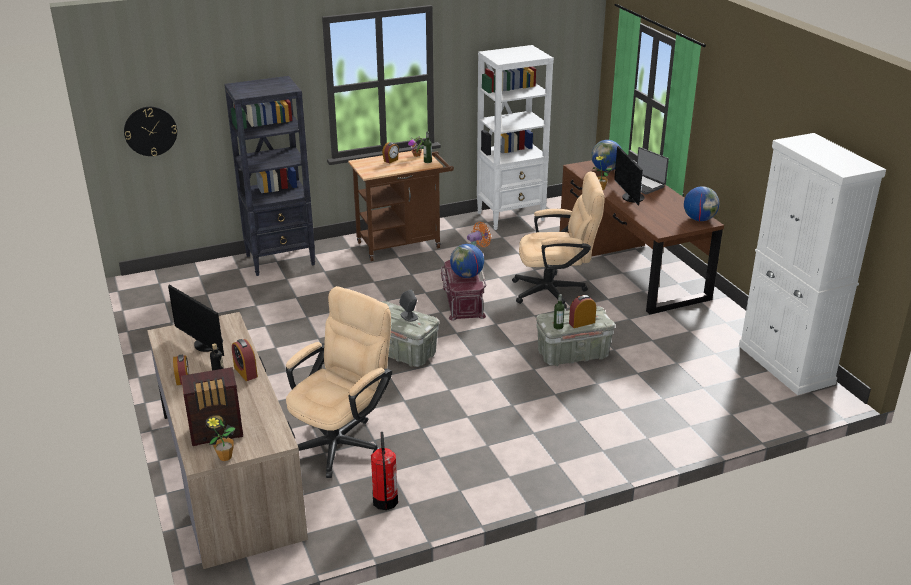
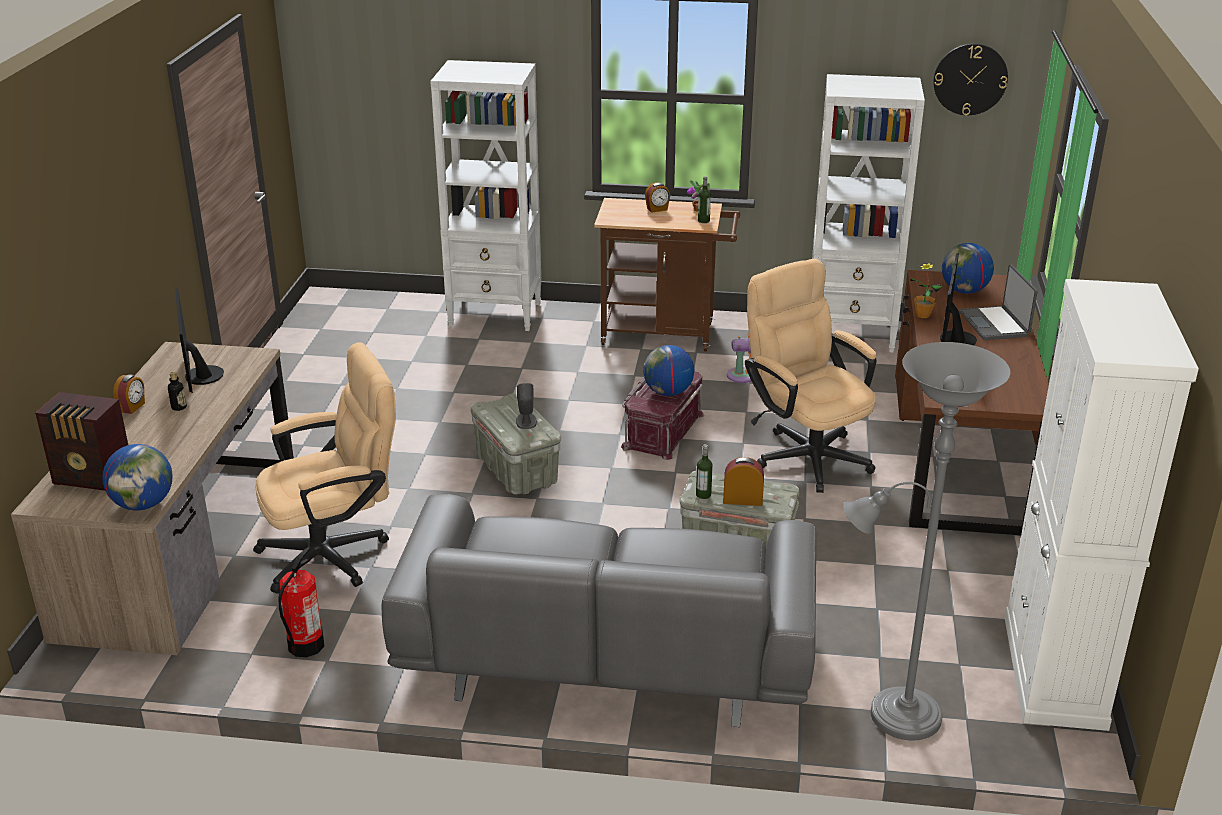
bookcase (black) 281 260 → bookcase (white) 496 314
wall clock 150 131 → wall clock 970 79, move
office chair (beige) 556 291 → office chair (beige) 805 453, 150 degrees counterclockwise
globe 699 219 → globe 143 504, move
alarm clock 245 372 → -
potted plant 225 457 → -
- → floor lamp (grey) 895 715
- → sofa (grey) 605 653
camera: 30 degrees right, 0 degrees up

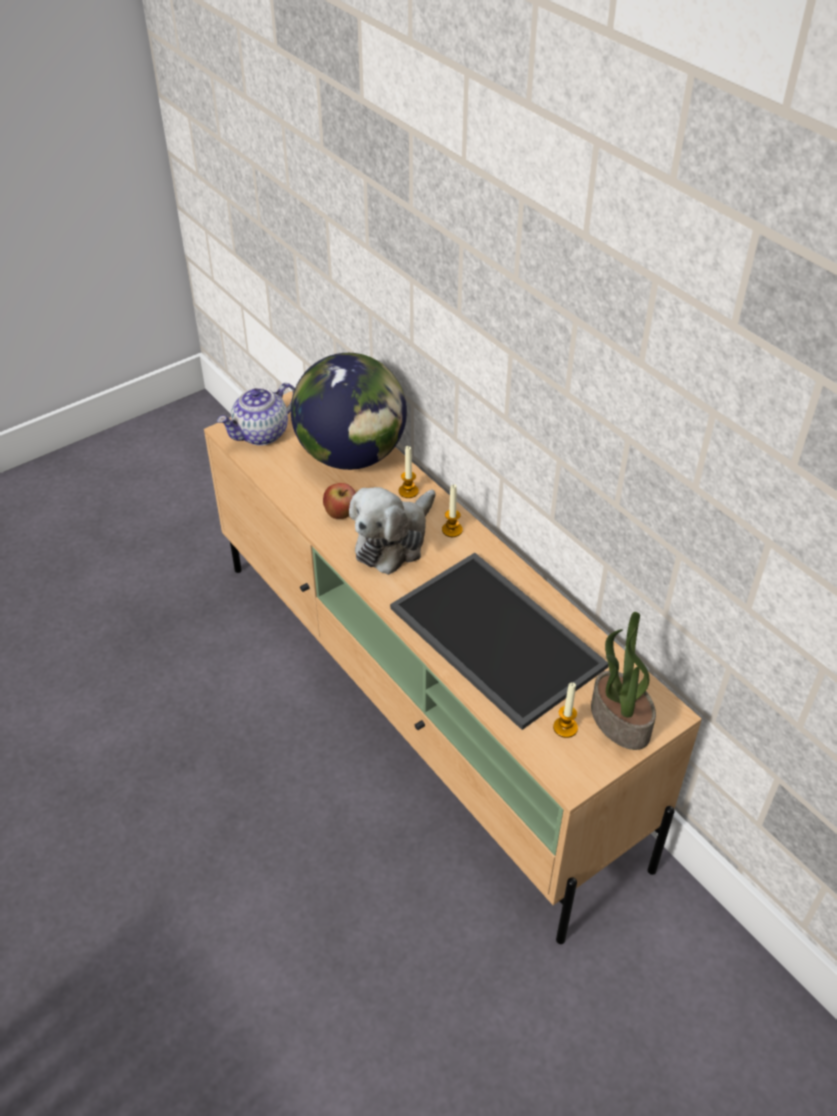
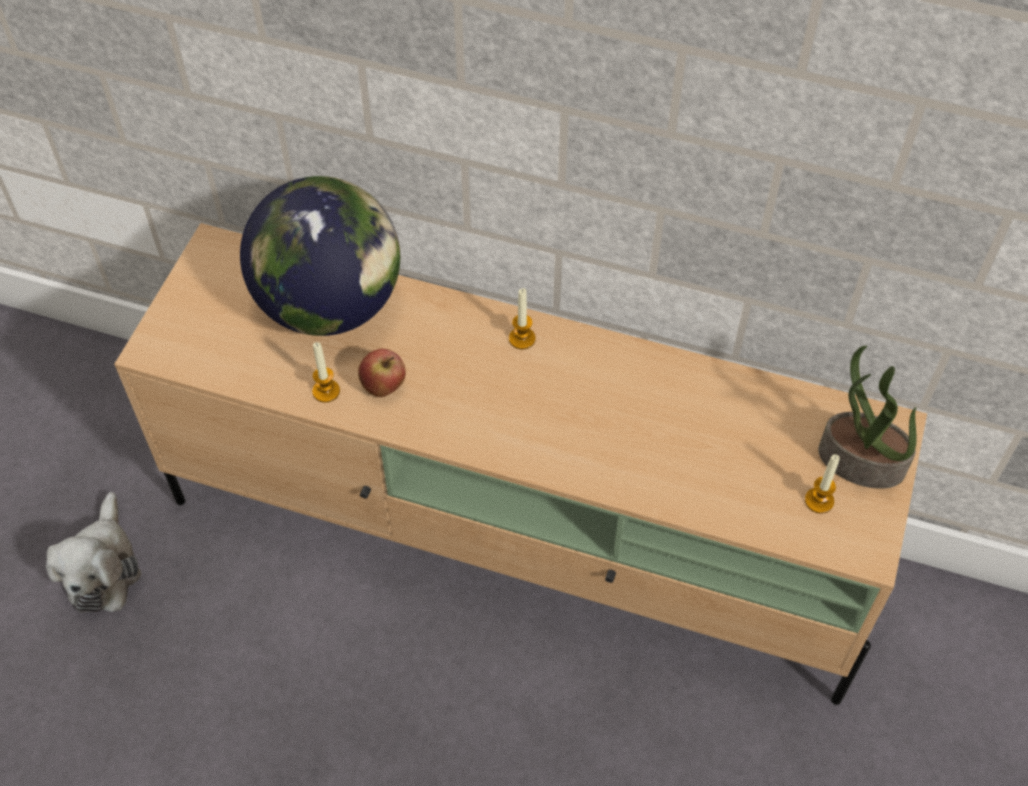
teapot 261 434 → -
candle 408 491 → candle 326 391, move
plush toy 393 540 → plush toy 102 568, move
tray 500 637 → -
camera: 35 degrees left, 10 degrees up

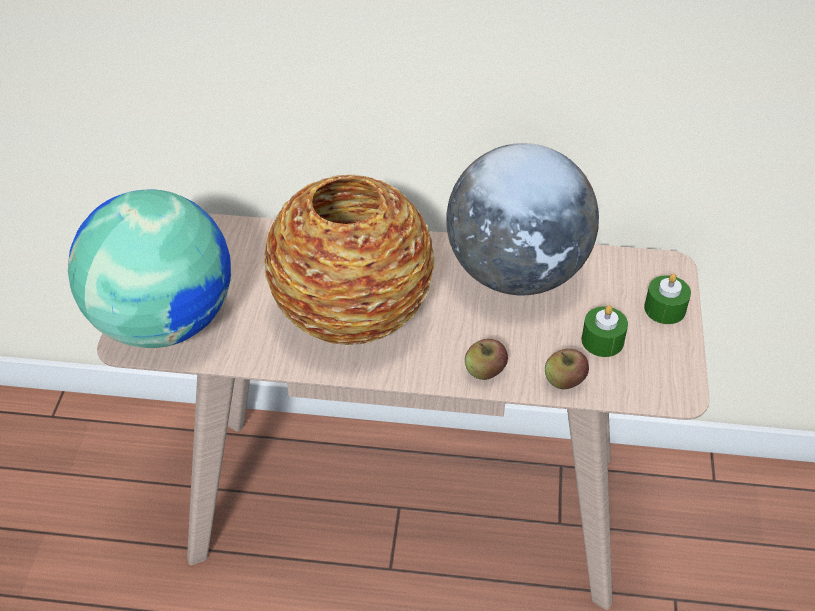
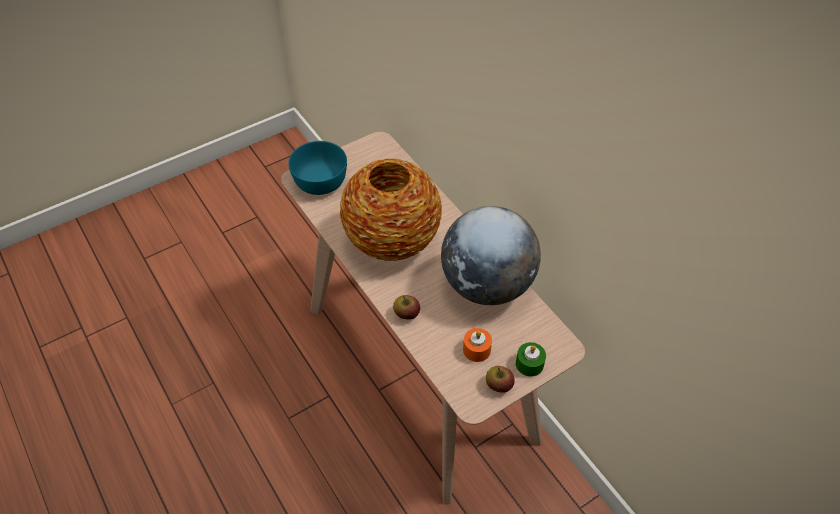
globe 163 321 → bowl (turquoise) 321 180
candle (green) 602 341 → candle (orange) 476 349
apple 564 381 → apple 498 385, move
camera: 50 degrees right, 5 degrees up

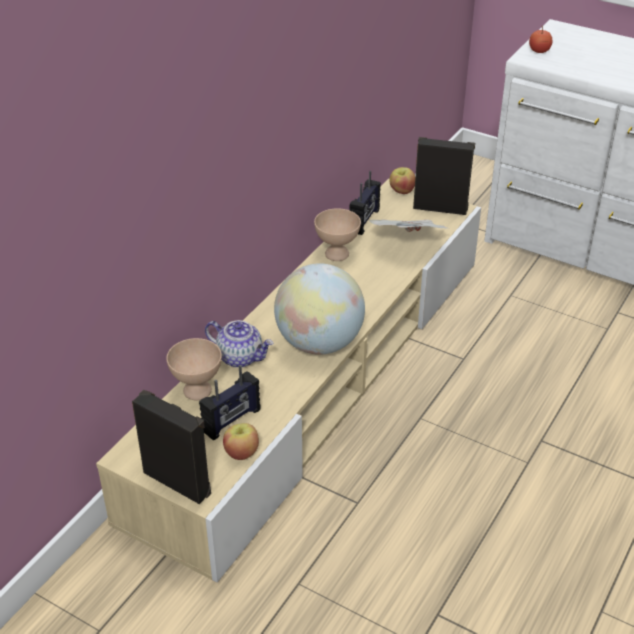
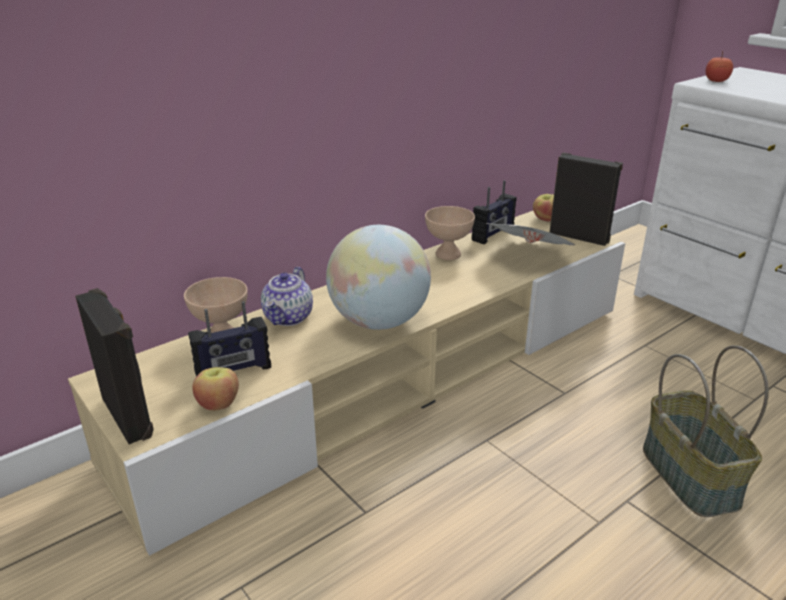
teapot 240 357 → teapot 289 317, 60 degrees clockwise
- → basket 691 476
camera: 20 degrees right, 10 degrees down

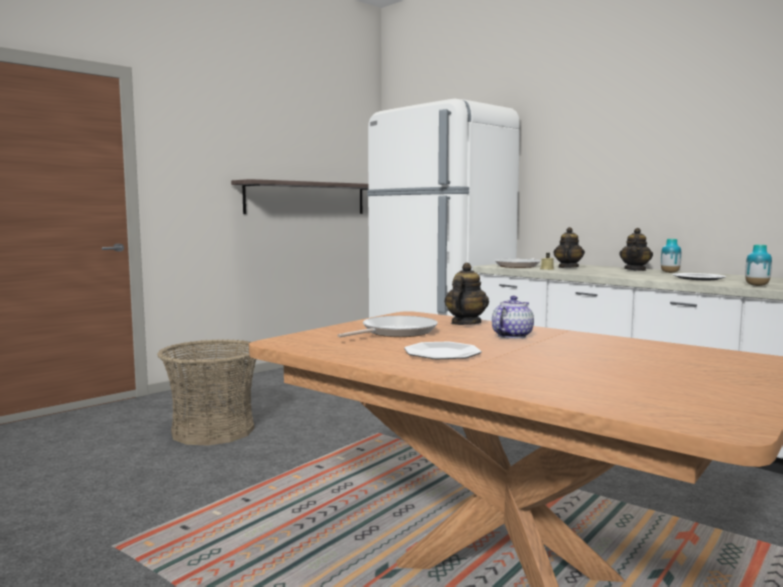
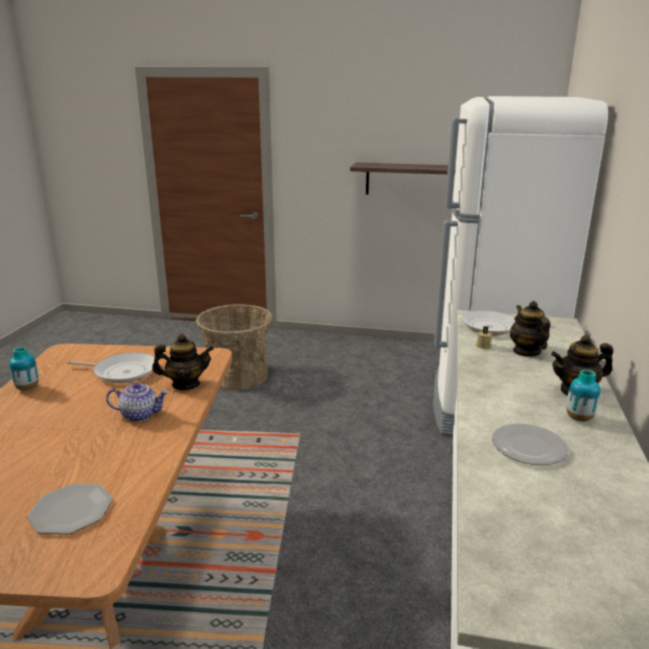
teapot 567 267 → teapot 526 351, 90 degrees counterclockwise
vase 757 285 → vase 27 388, move
plate 442 353 → plate 71 510, move
camera: 55 degrees right, 15 degrees up

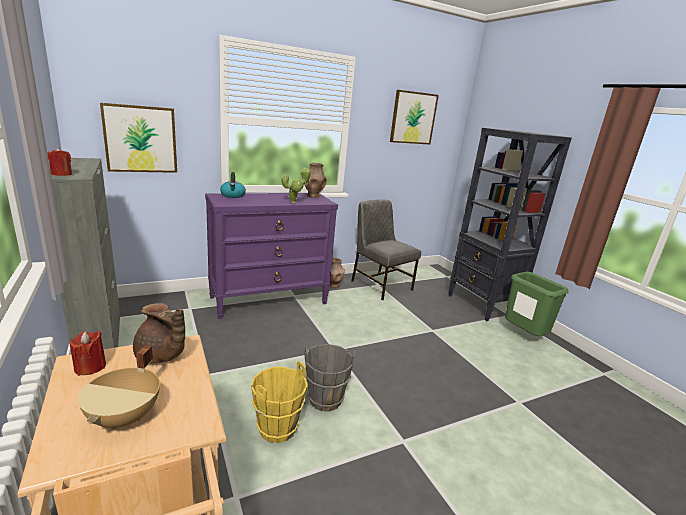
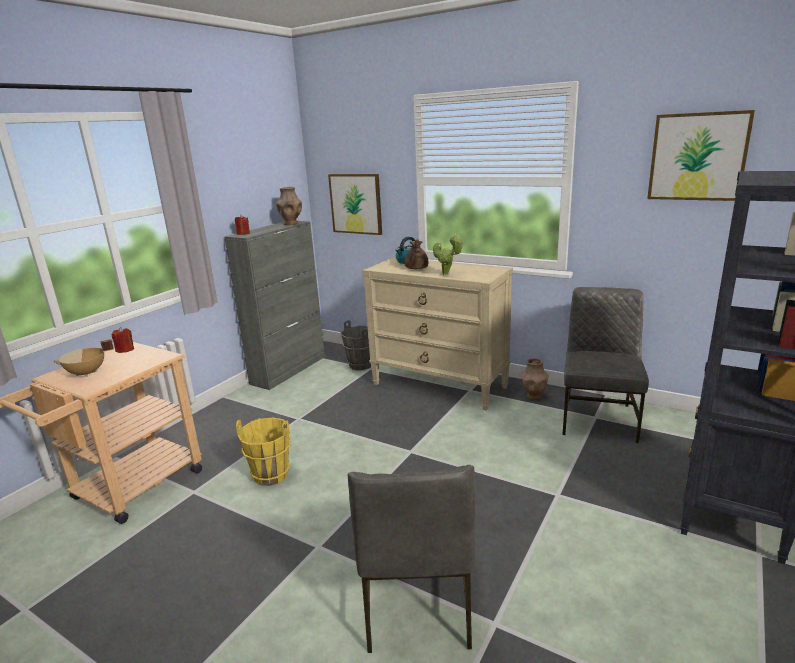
vase (brown) 313 196 → vase (brown) 291 224, move
dresser (purple) 269 300 → dresser (beige) 439 385
trash can (green) 522 336 → -
teapot (brown) 161 356 → teapot (brown) 416 268, move
bucket (grey) 325 399 → bucket (grey) 361 365, move
- → chair (grey) 416 602
camera: 60 degrees right, 0 degrees up

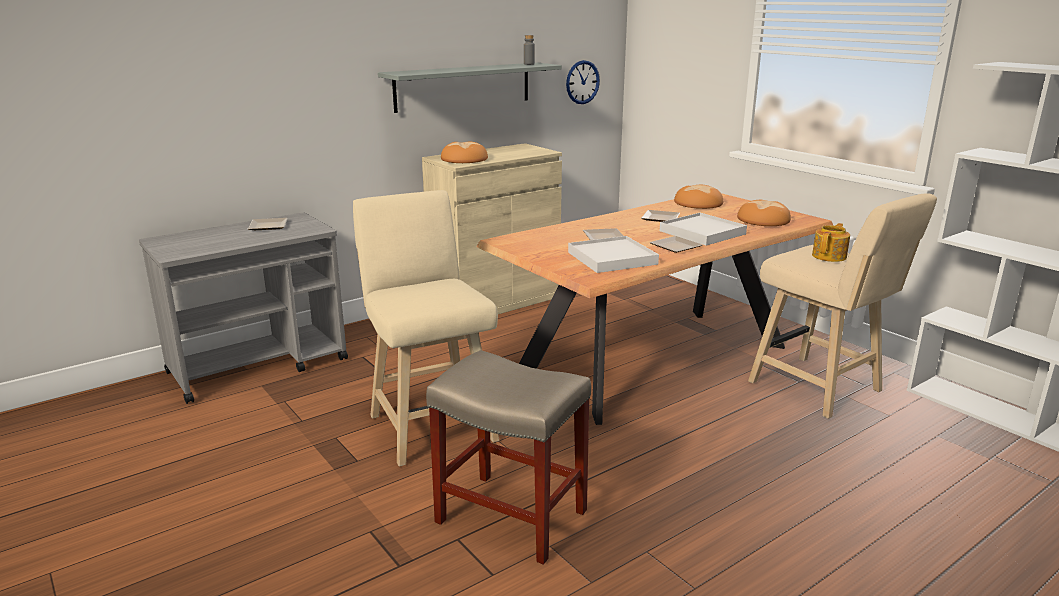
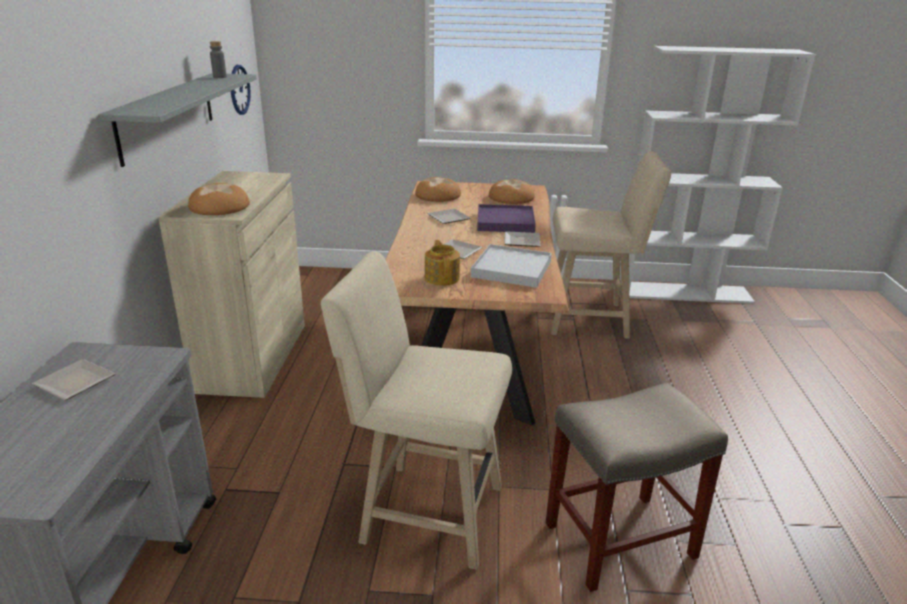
tray (white) 702 232 → tray (purple) 505 222
teapot 830 256 → teapot 442 278, move
camera: 50 degrees left, 5 degrees up

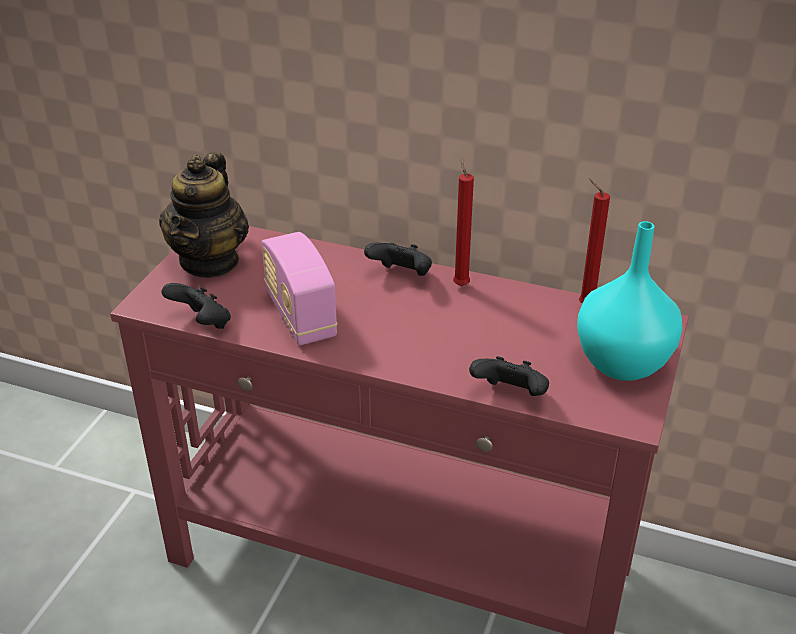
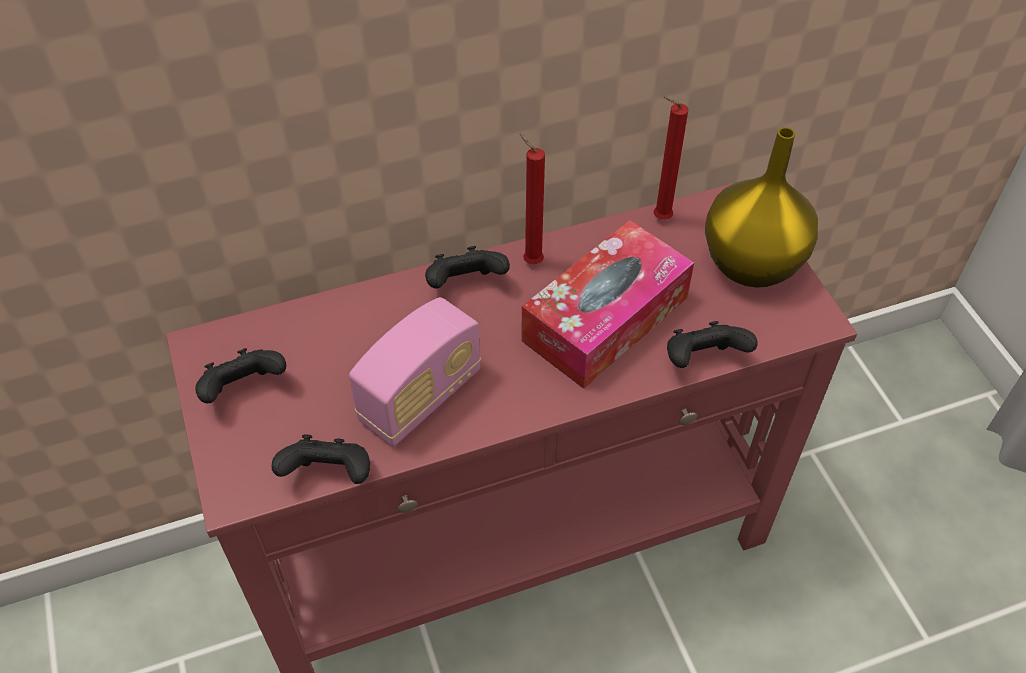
teapot 210 261 → game controller (black) 244 389
vase (turquoise) 621 364 → vase (yellow) 752 266
radio 300 316 → radio 420 397, 75 degrees counterclockwise
- → tissue box 605 319
camera: 40 degrees left, 15 degrees up

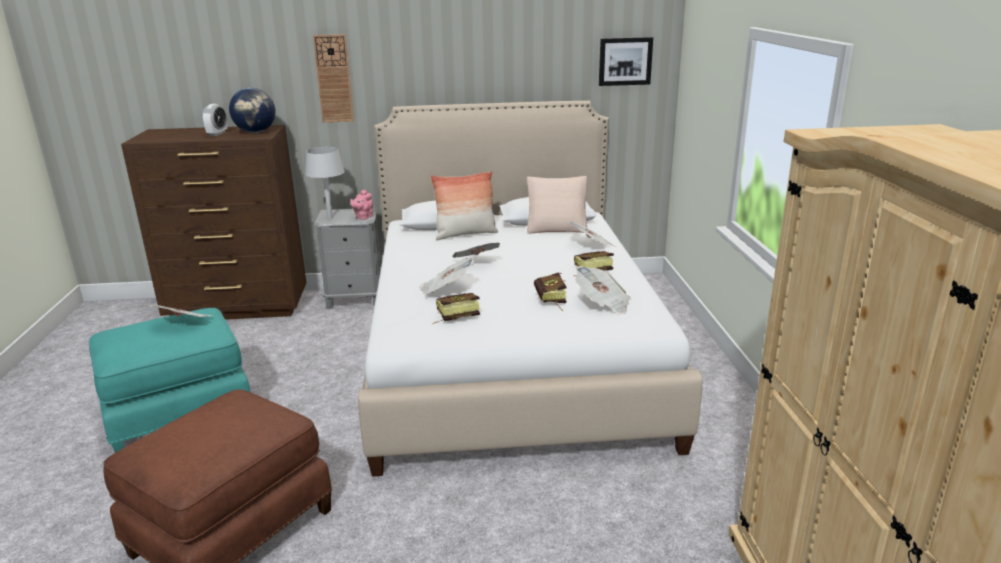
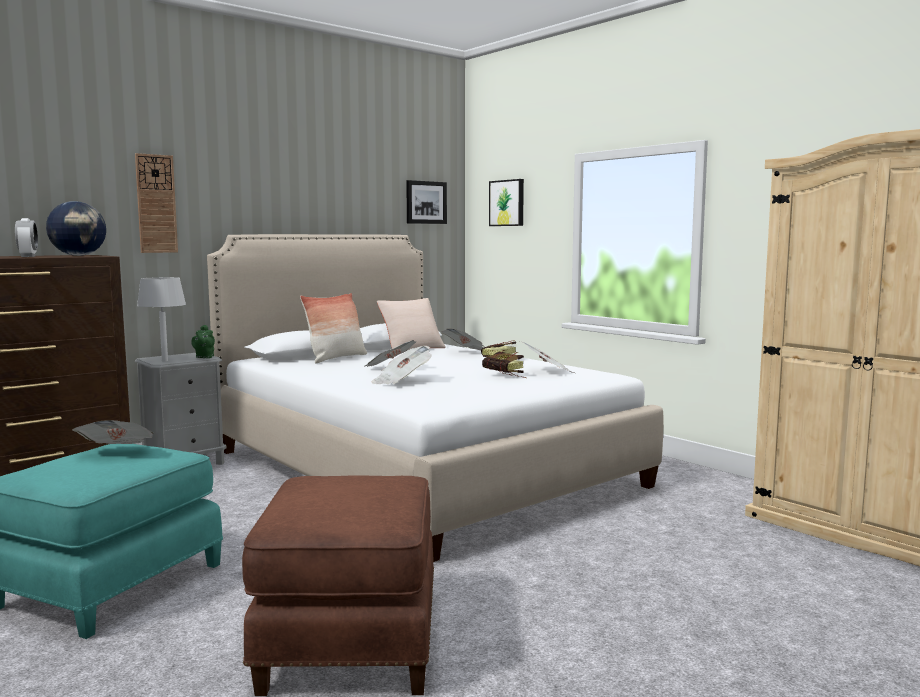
teapot (pink) 363 217 → teapot (green) 204 357
book 453 317 → -
- → picture 507 203
camera: 35 degrees left, 15 degrees down

